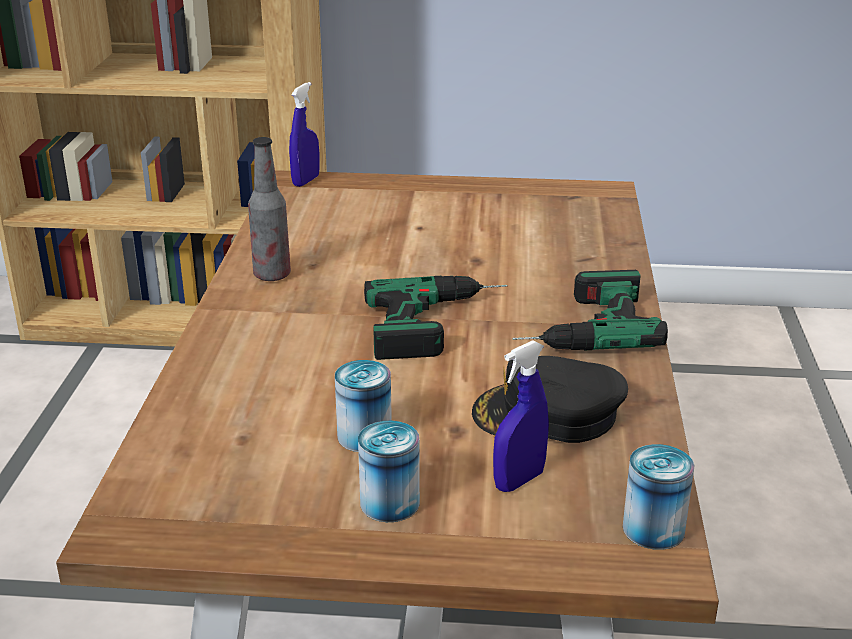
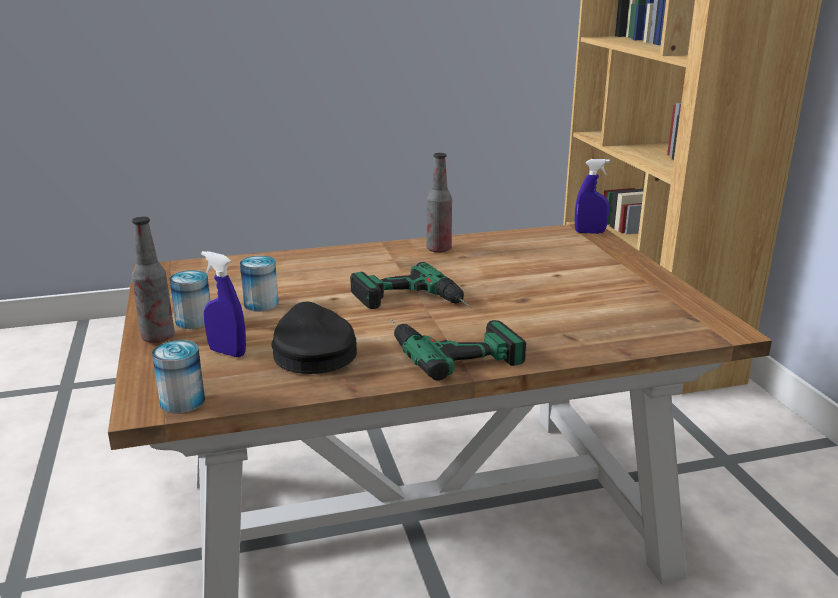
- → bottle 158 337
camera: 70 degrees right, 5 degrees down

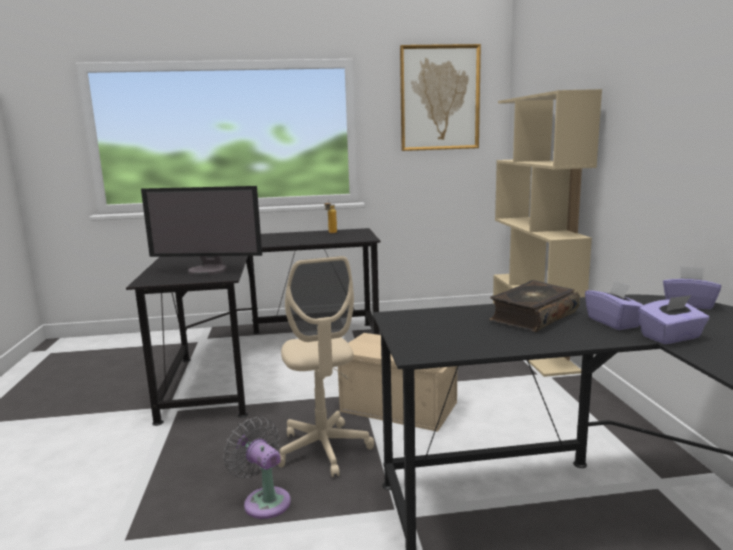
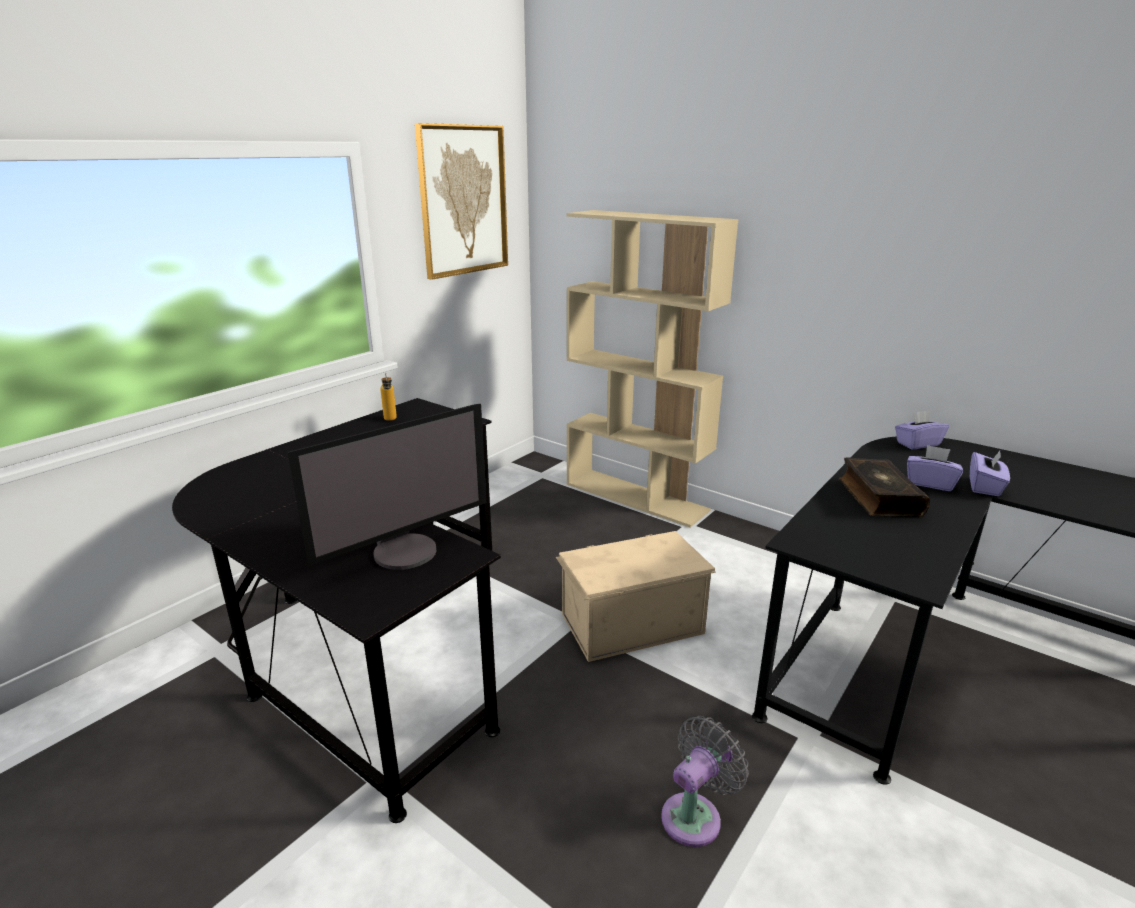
office chair (beige) 323 449 → -
fan (grey) 264 500 → fan (grey) 695 815, 135 degrees clockwise
camera: 45 degrees left, 10 degrees up

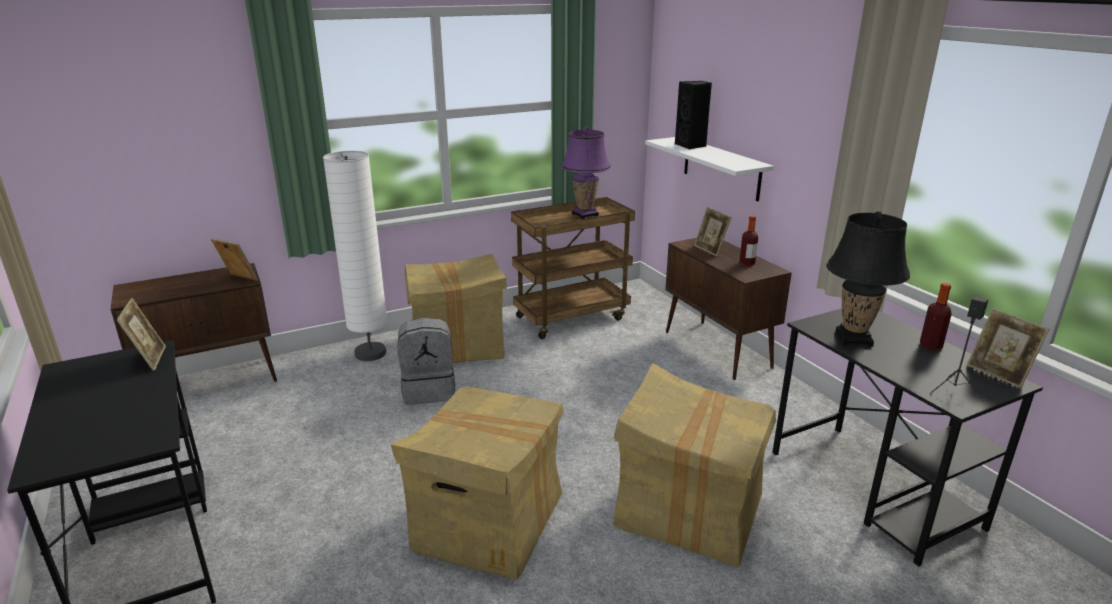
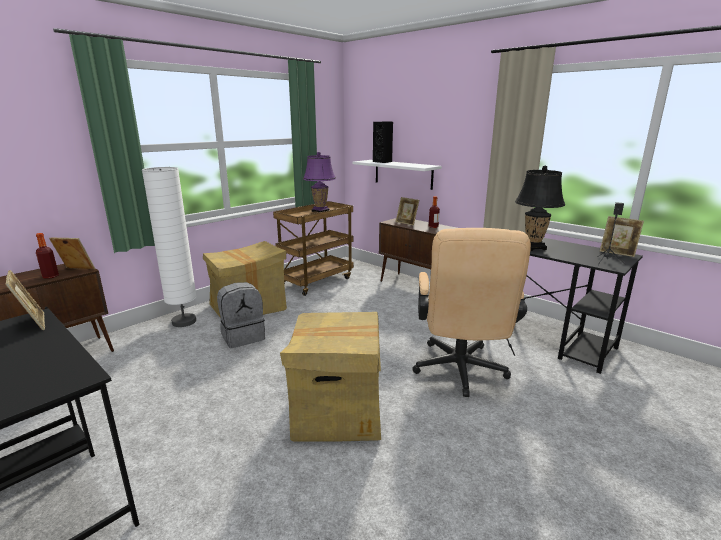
bottle 930 346 → bottle 50 276, move
cardboard box 688 510 → office chair (beige) 460 373
camera: 20 degrees left, 5 degrees down

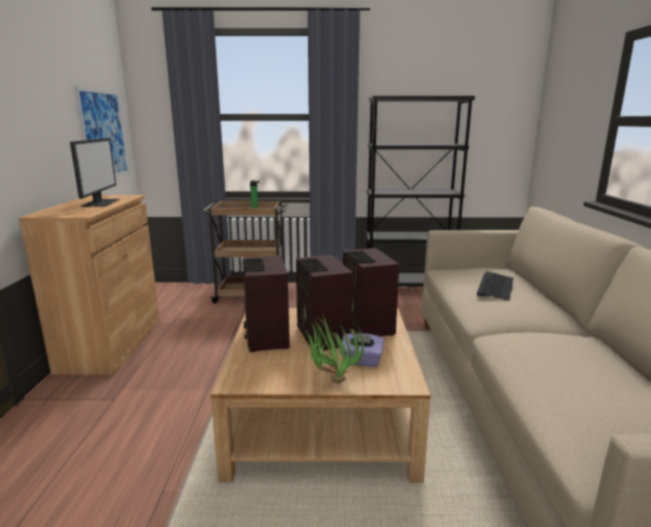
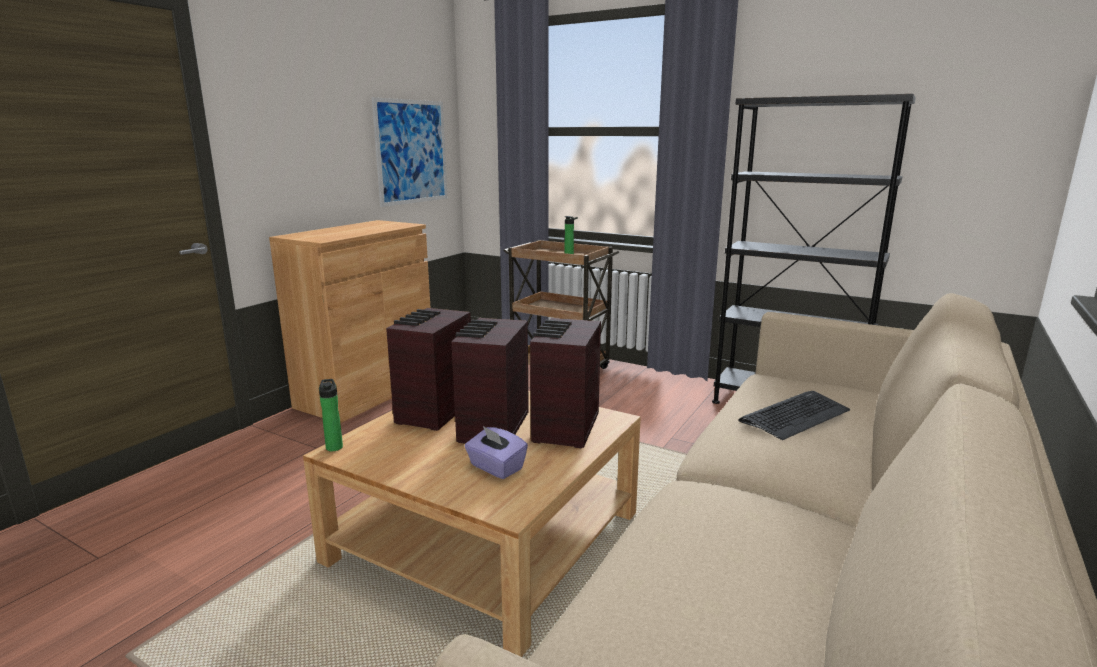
monitor 100 203 → -
potted plant 331 382 → -
- → bottle 334 446
camera: 30 degrees right, 0 degrees up

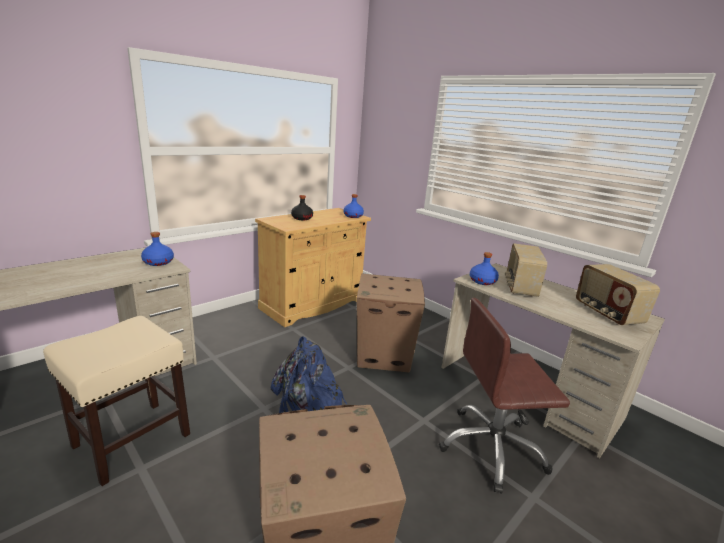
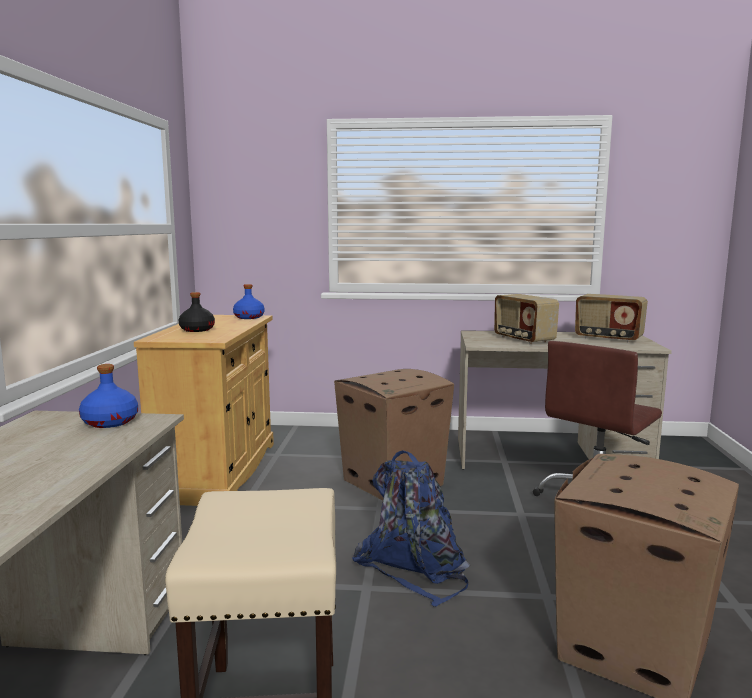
bottle (blue) 482 281 → -
camera: 40 degrees left, 10 degrees down

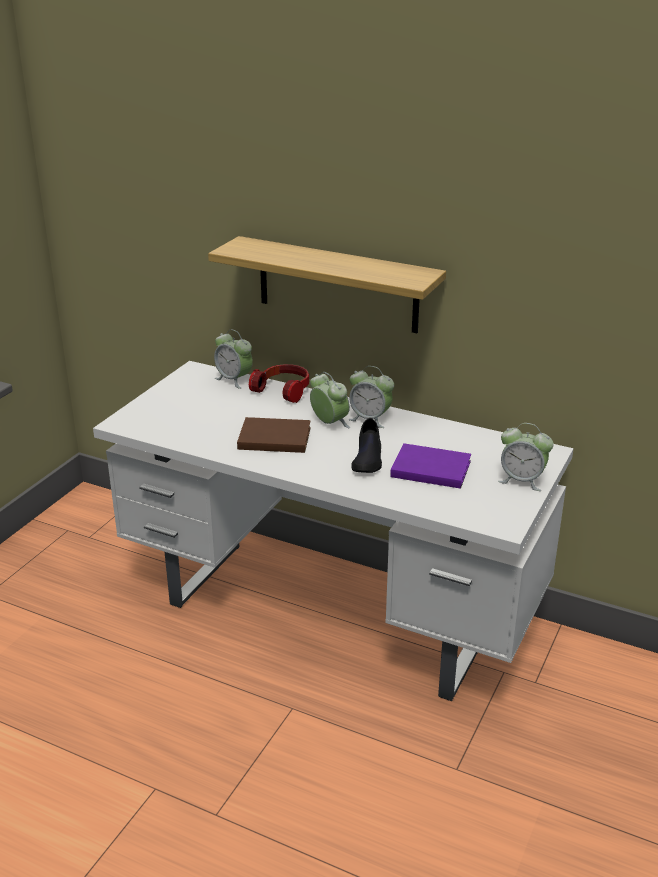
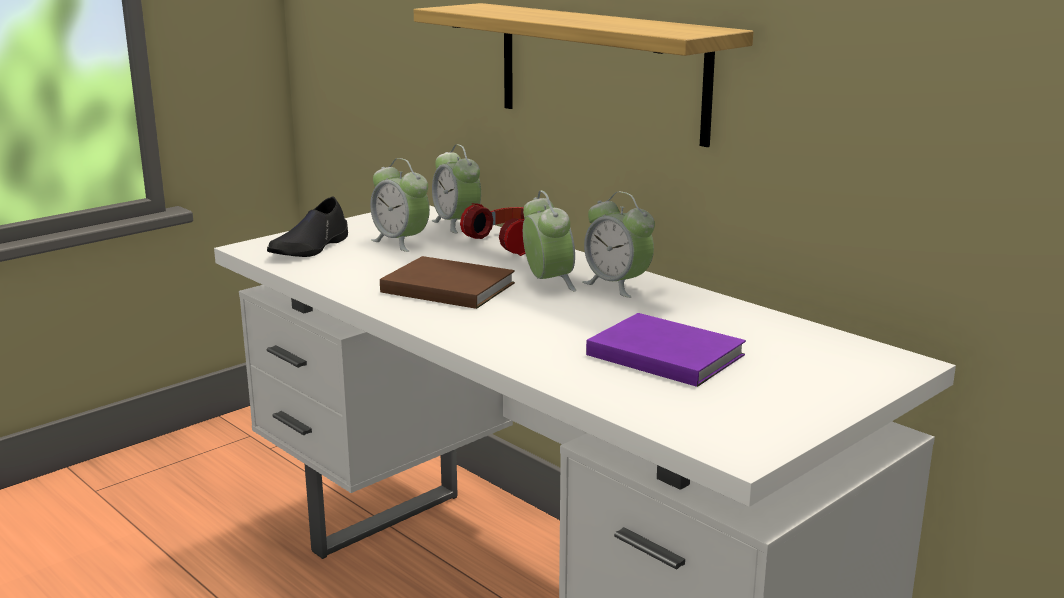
shoe (black) 367 459 → shoe (black) 310 248, move
alarm clock 522 480 → alarm clock 401 242, move
camera: 20 degrees right, 10 degrees down

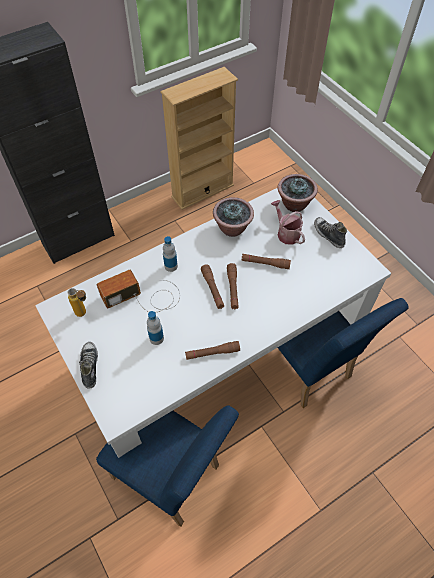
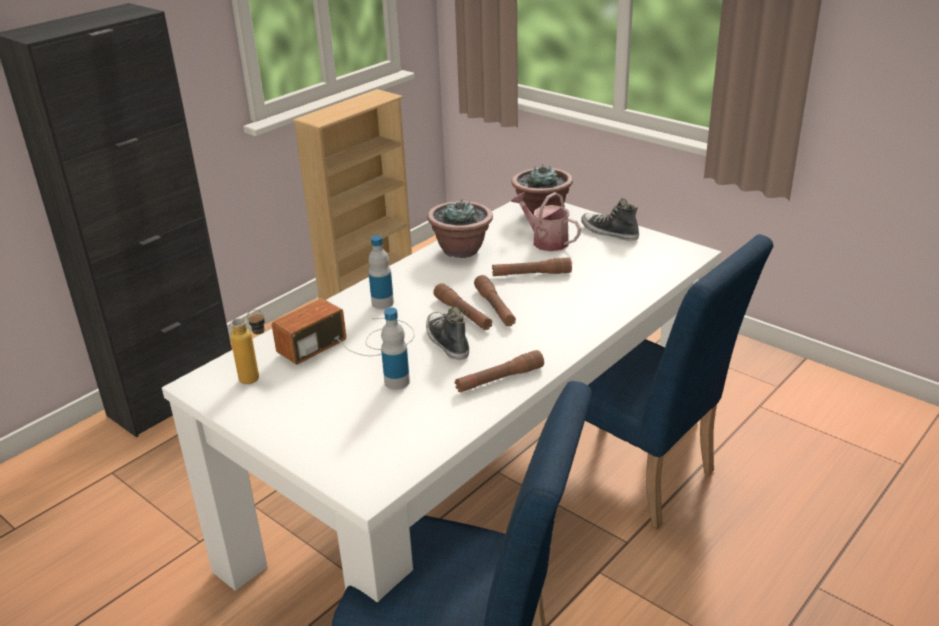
shoe 89 366 → shoe 447 342, move
camera: 15 degrees left, 25 degrees down

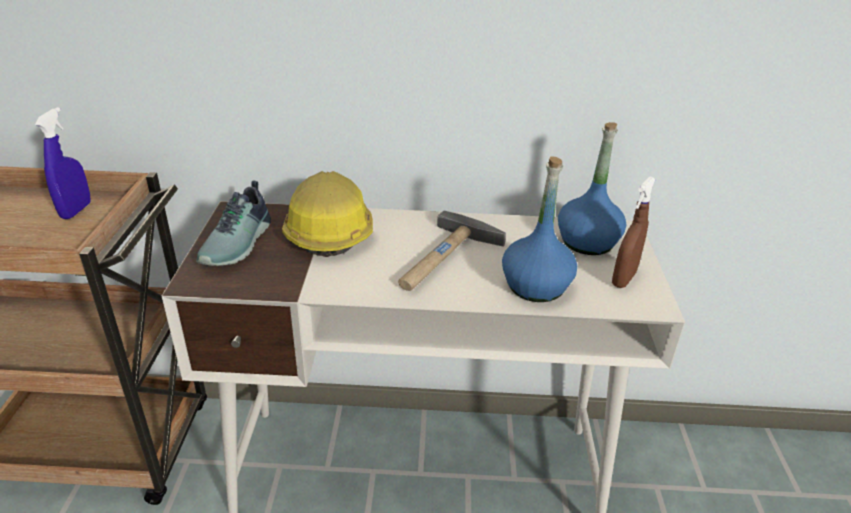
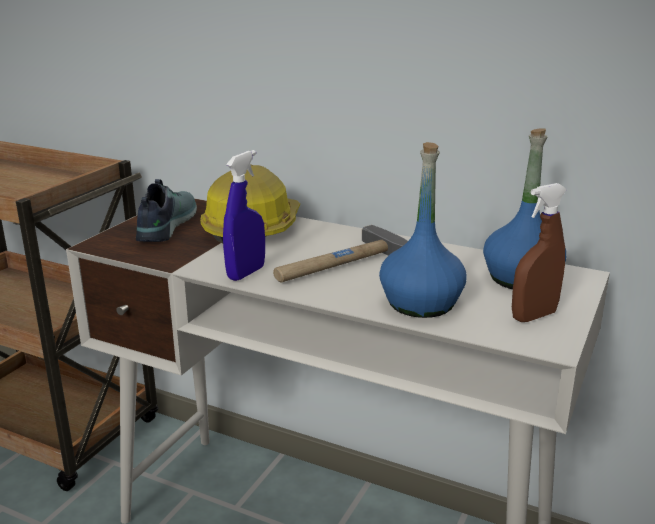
spray bottle (blue) 76 211 → spray bottle (blue) 246 273, move
shoe 240 243 → shoe 164 225, 150 degrees clockwise
camera: 25 degrees right, 10 degrees down

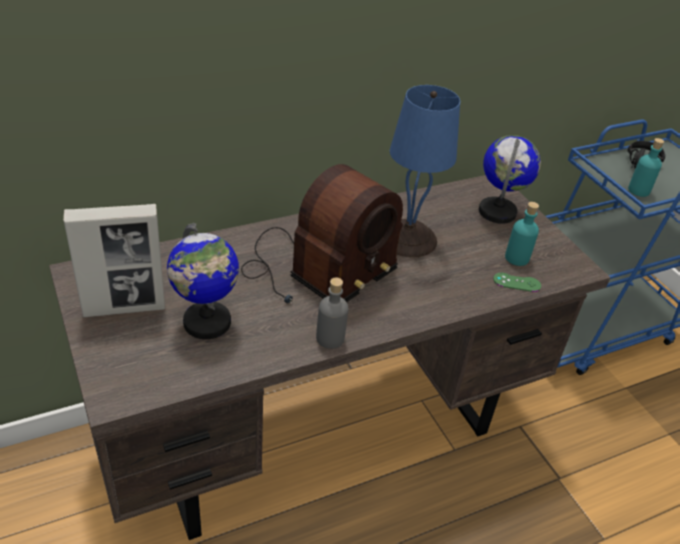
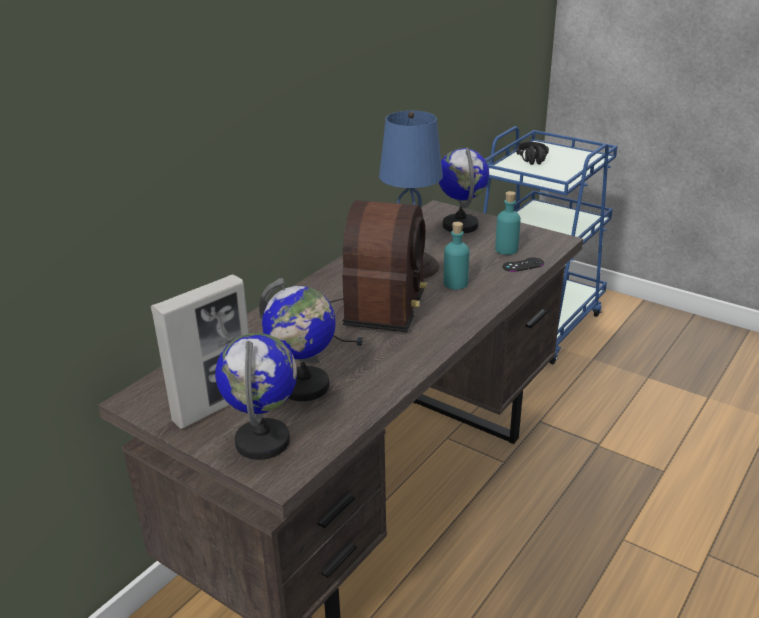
bottle (turquoise) 638 190 → bottle (turquoise) 455 283, move
game controller (green) 517 282 → game controller (black) 523 265
bottle (grey) 330 338 → -
- → globe 263 441
camera: 25 degrees left, 10 degrees down

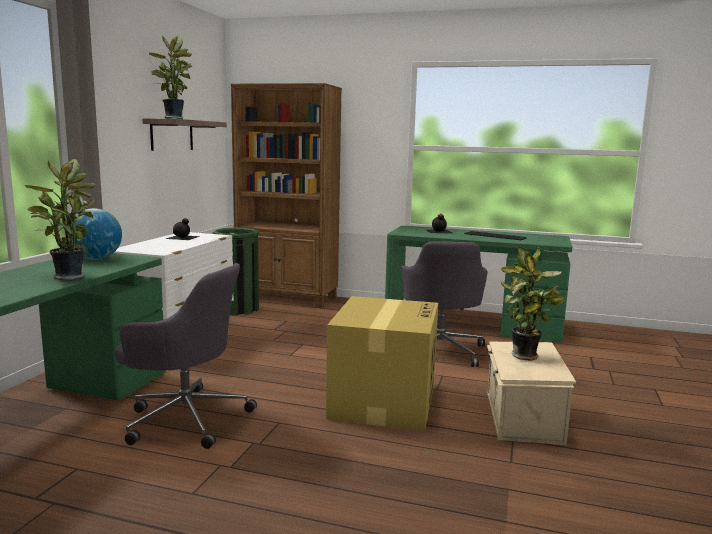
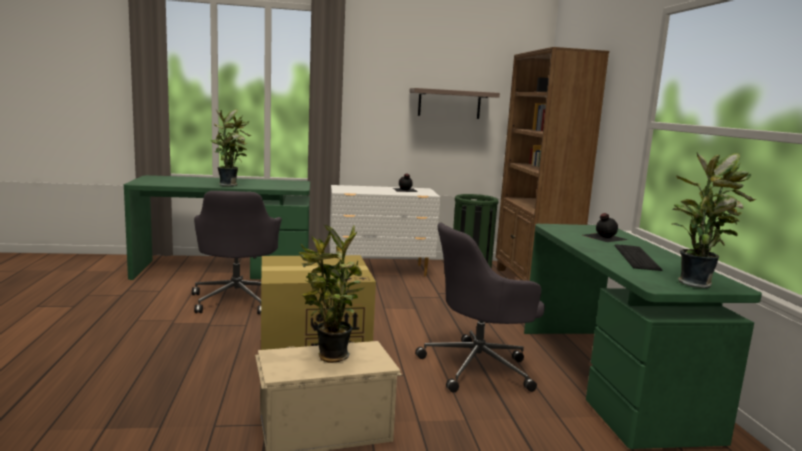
potted plant 173 119 → potted plant 696 283, move
globe 96 259 → -
camera: 65 degrees right, 0 degrees up

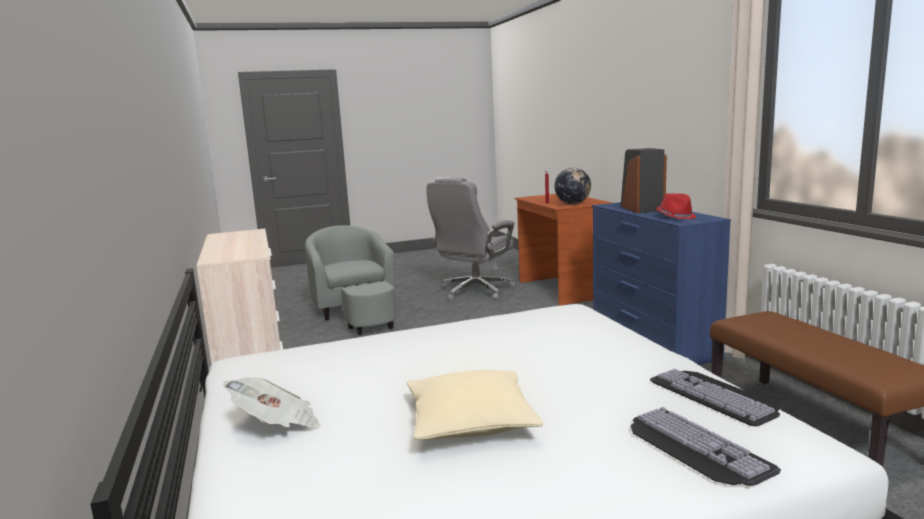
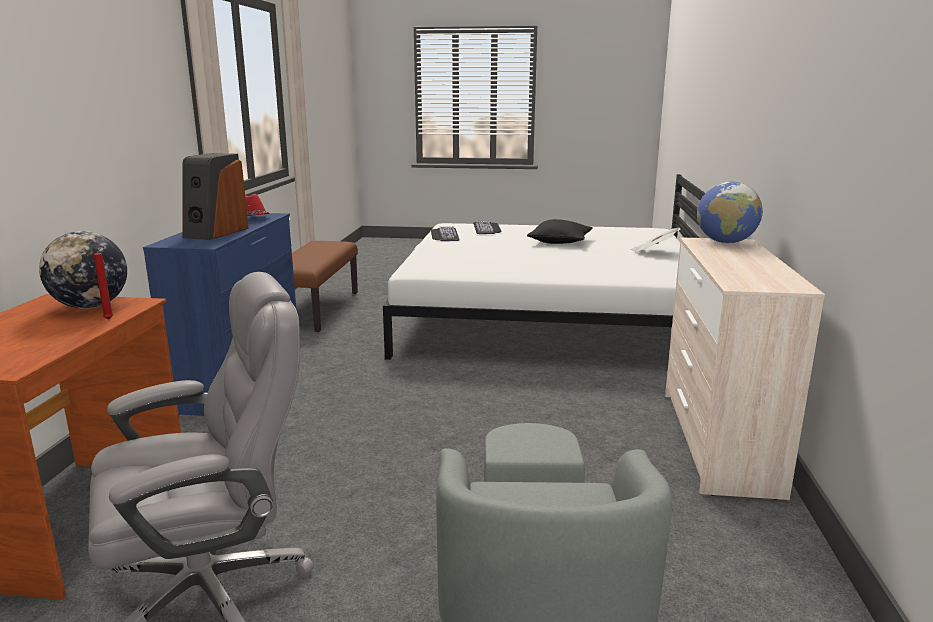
pillow (beige) 470 422 → pillow (black) 560 242
- → globe 725 242
camera: 155 degrees left, 5 degrees up

